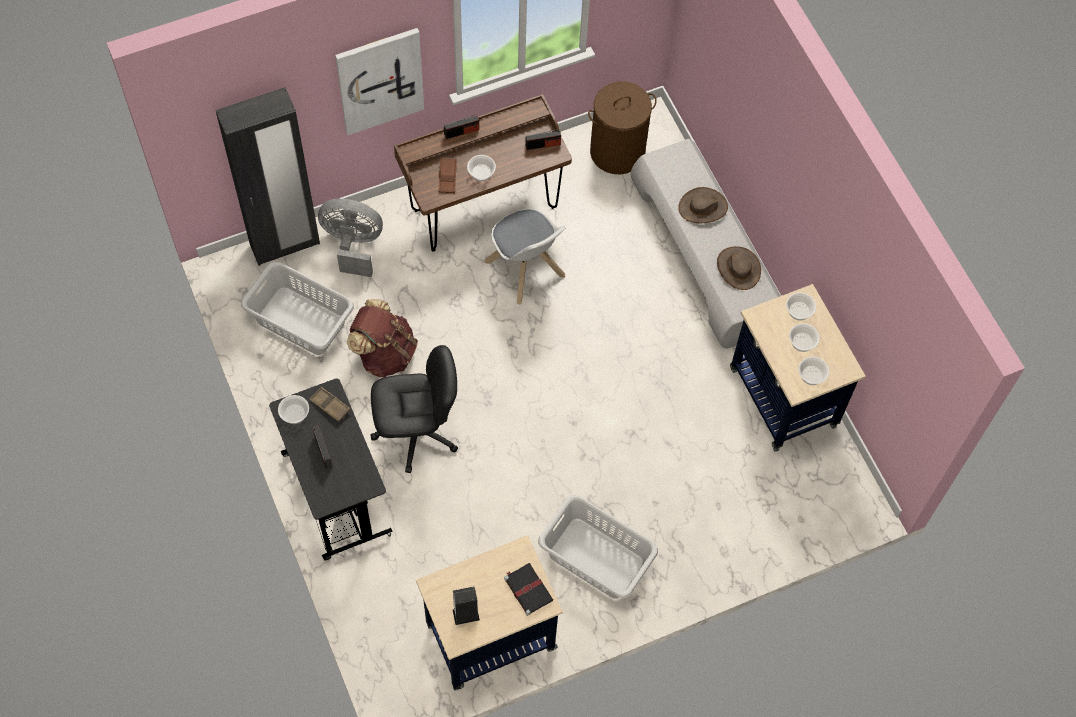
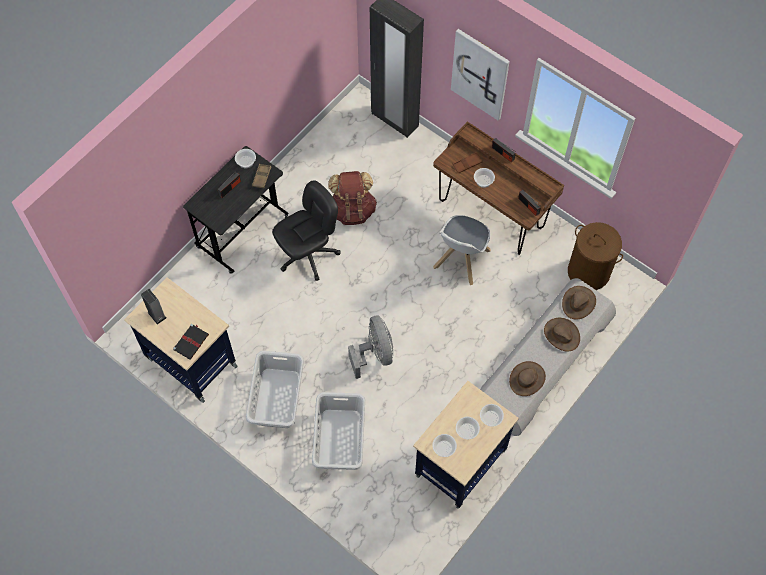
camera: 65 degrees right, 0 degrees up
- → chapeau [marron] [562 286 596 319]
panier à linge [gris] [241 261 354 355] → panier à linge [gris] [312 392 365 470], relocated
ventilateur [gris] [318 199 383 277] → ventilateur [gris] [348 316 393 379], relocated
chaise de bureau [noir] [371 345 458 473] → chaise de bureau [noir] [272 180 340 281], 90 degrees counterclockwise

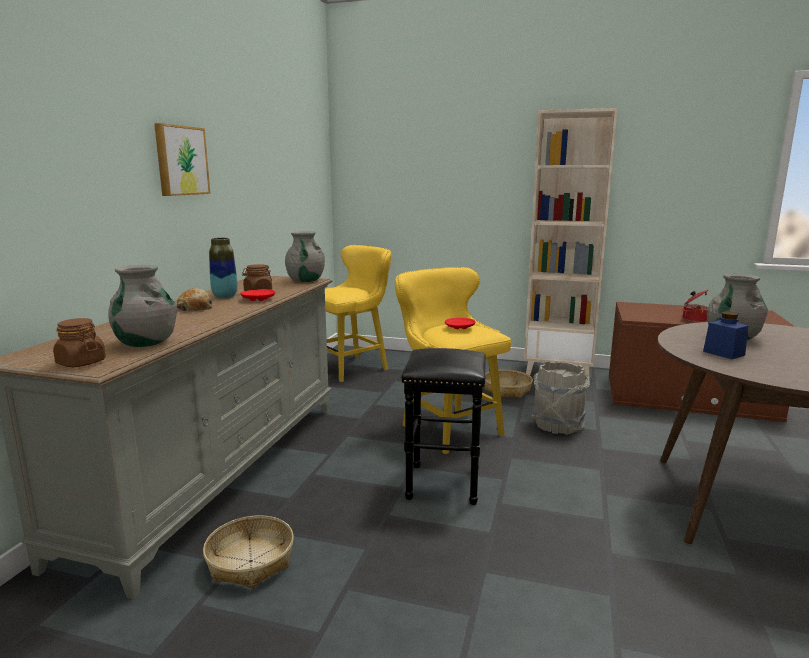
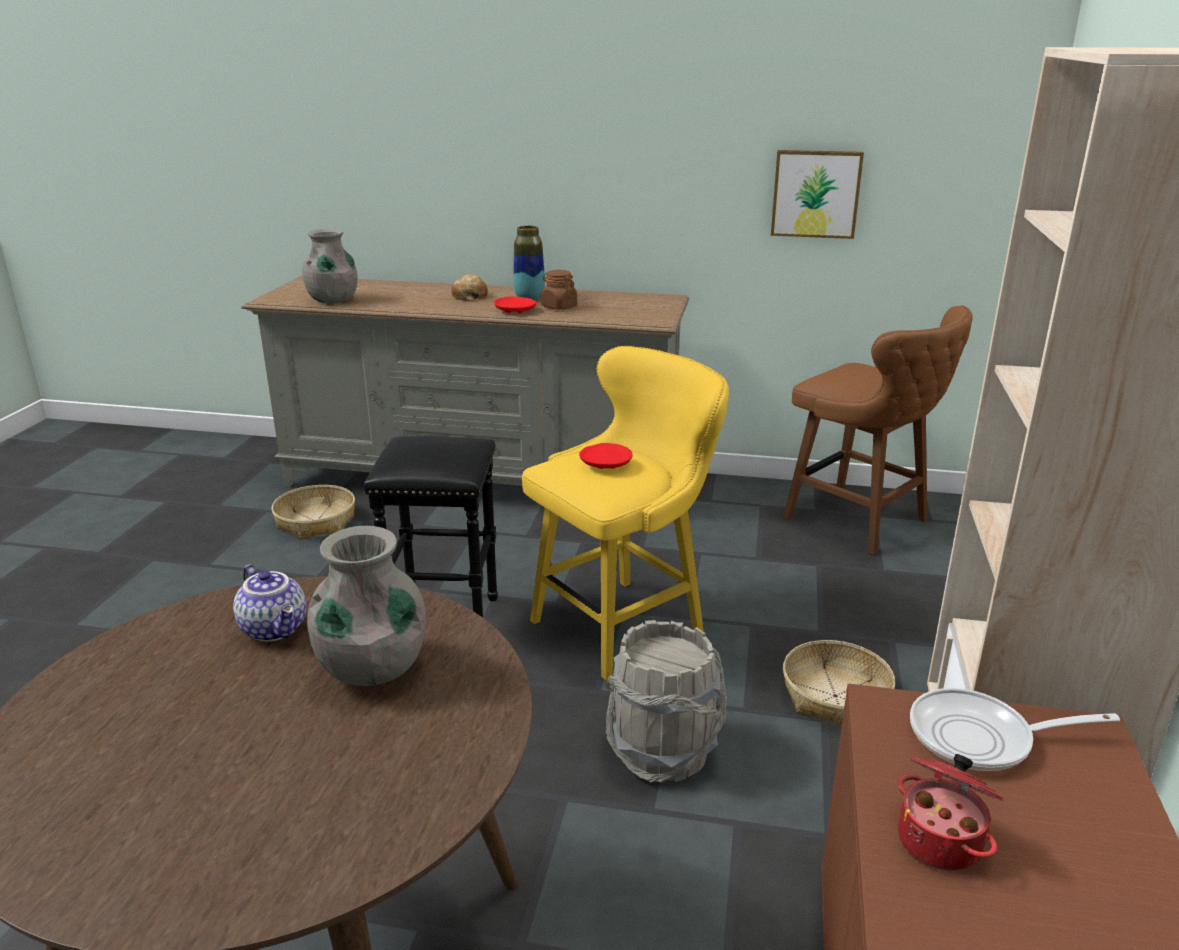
camera: 85 degrees right, 10 degrees up
bocal [marron] [53 318 106 367] → -
vase [gris] [285 231 325 282] → -
- → poêle [910 688 1120 771]
tableau [154 123 210 196] → tableau [771 150 864 239], relocated
bocal [bleu] [703 312 748 359] → théière [233 564 306 642]
tabouret [jaune] [325 245 392 382] → tabouret [marron] [783 306 973 555]

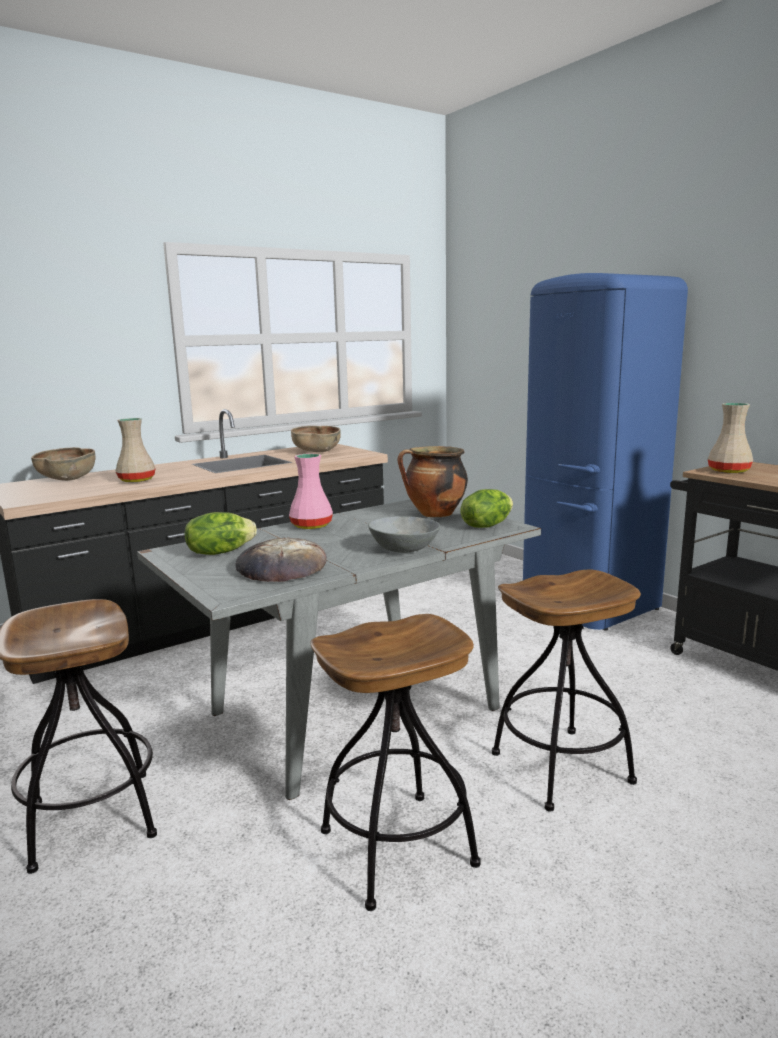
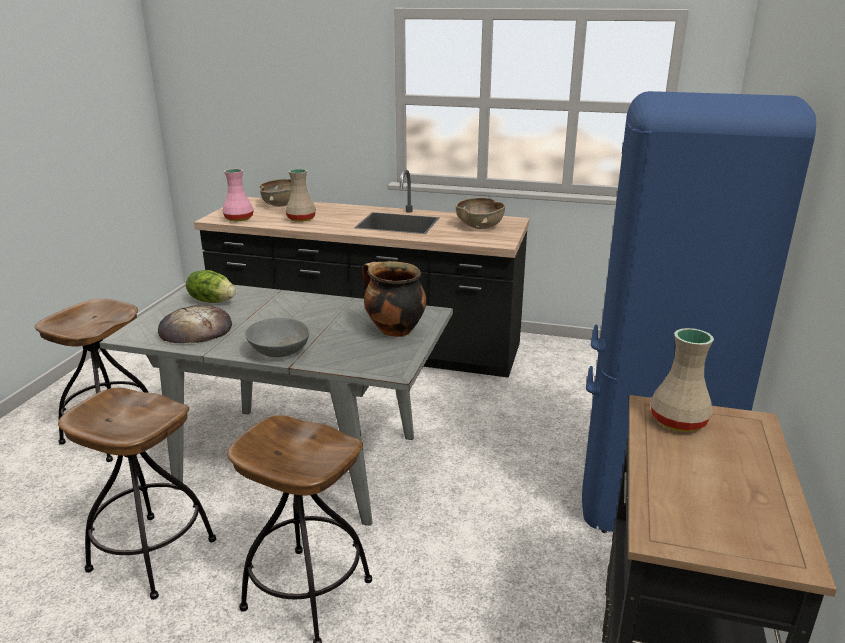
camera: 50 degrees right, 10 degrees up
laitue [460 489 513 528] → -
vase [rose] [289 453 333 529] → vase [rose] [222 169 254 221], relocated

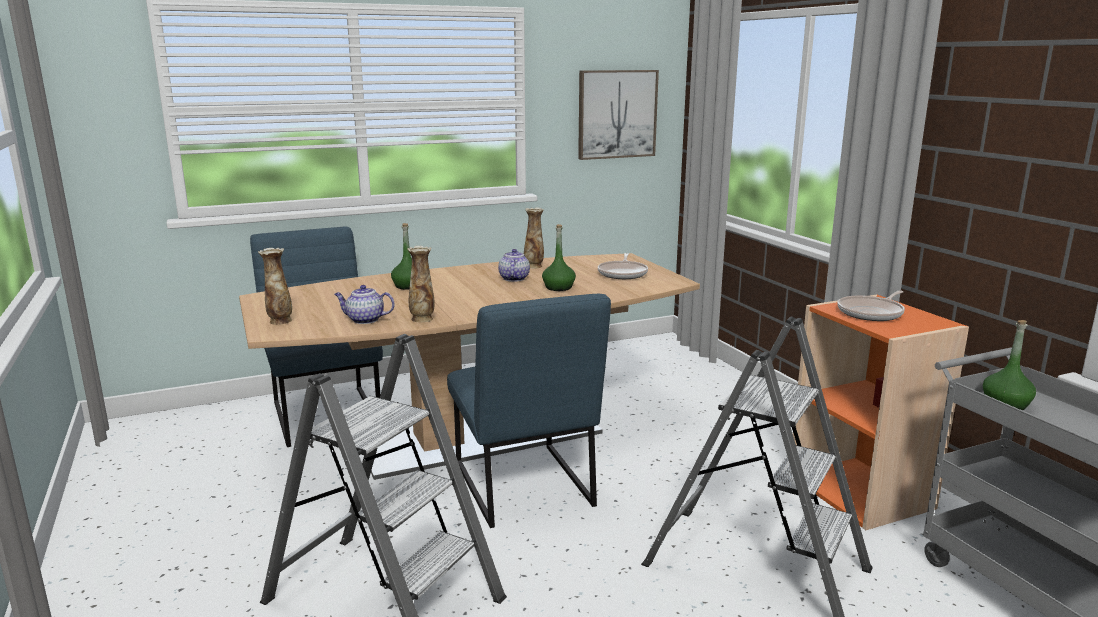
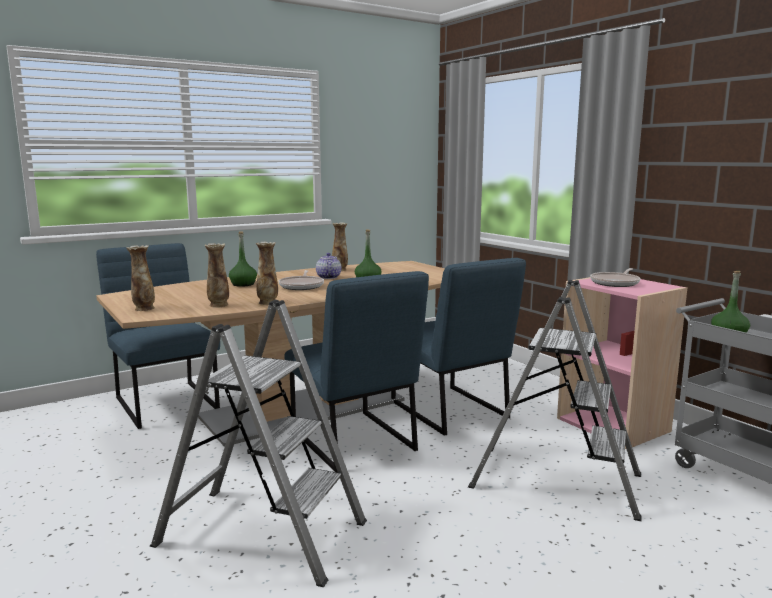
camera: 10 degrees left, 5 degrees down
tableau [578 70 659 160] → -
- → chaise [bleu] [391 258 526 436]
poêle [598 253 648 279] → poêle [278 270 324 290], relocated
théière [334 285 395 324] → vase [204 243 229 308]
bibliothèque [orange] [793 295 969 530] → bibliothèque [rose] [557 277 687 449]

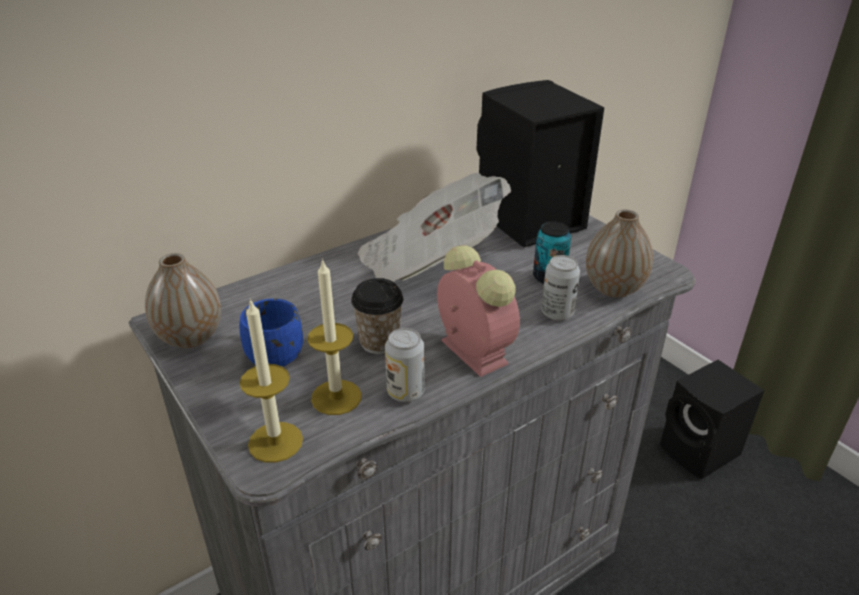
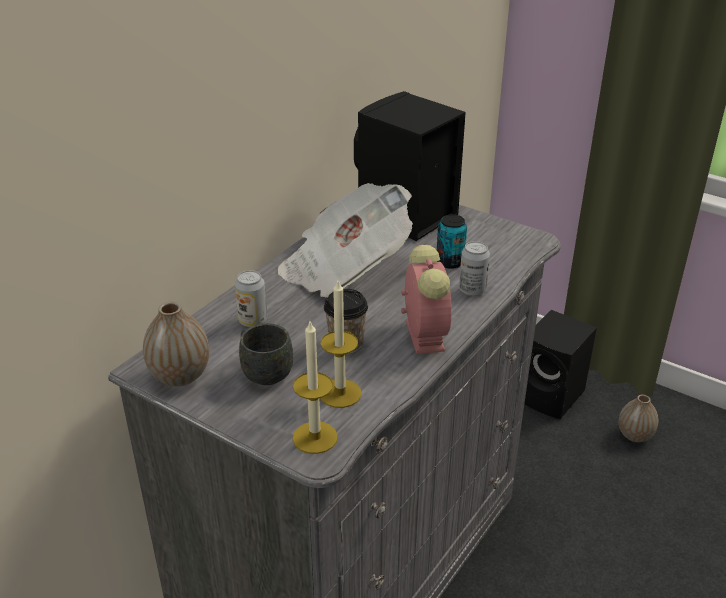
camera: 20 degrees left, 0 degrees up
boîte métallique [385 328 425 402] → boîte métallique [235 270 267 327], relocated
vase [586 210 653 298] → vase [619 394 658 442], relocated
mug [bleu] [239 298 303 367] → mug [gris] [239 323 293 385]
réveil [437 245 520 377] → réveil [401 245 452 354], 45 degrees clockwise

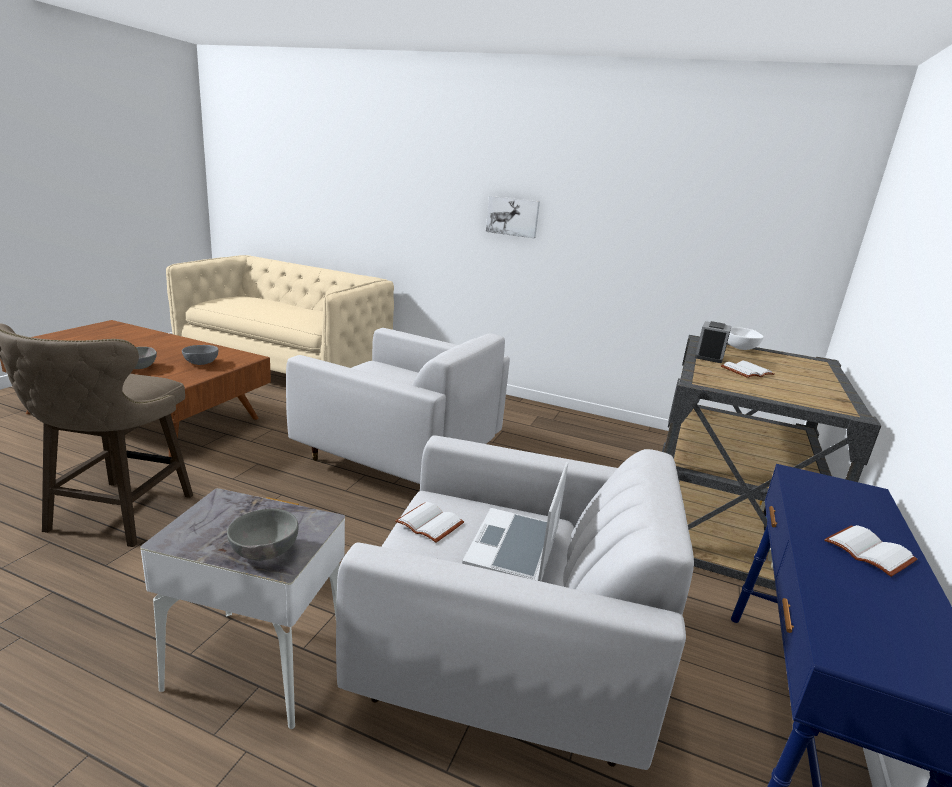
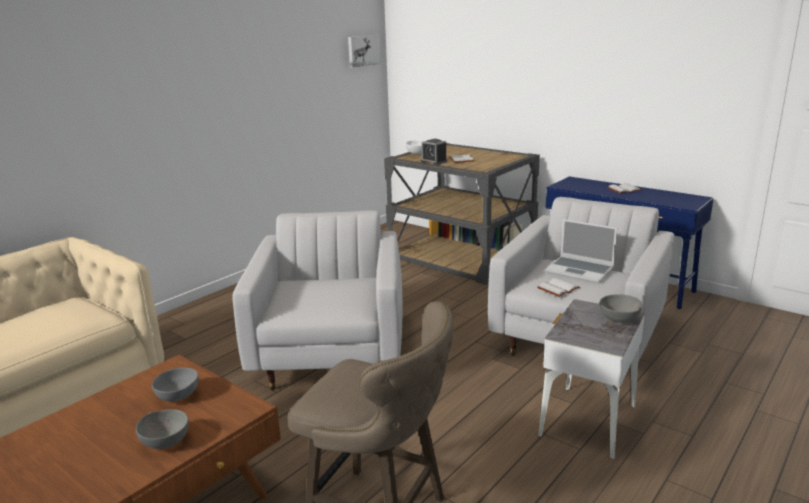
camera: 70 degrees left, 0 degrees up
tableau [486 196 540 238] → tableau [348 35 381 68], relocated
fauteuil [blanc] [286 328 510 484] → fauteuil [blanc] [232 211 402 390], 45 degrees counterclockwise

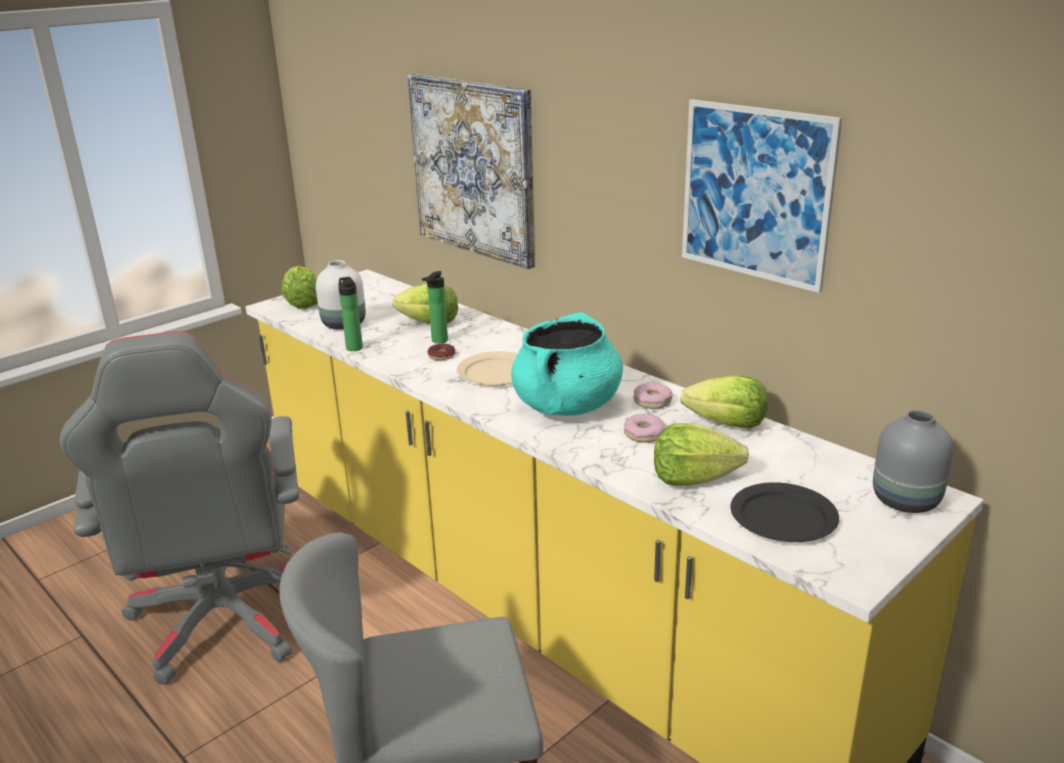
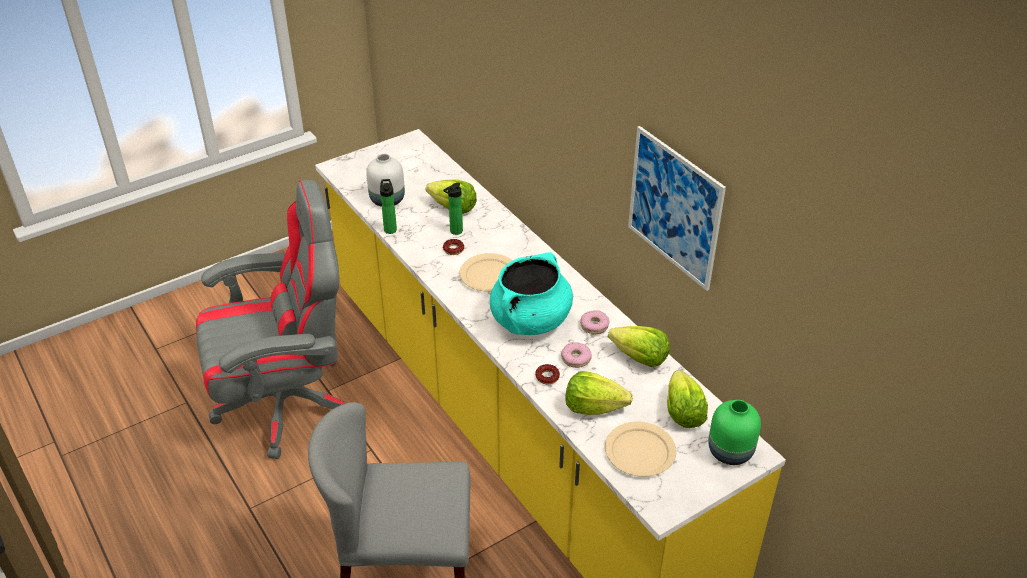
camera: 10 degrees right, 15 degrees up
tableau [408 74 535 269] → -
- → beignet [535 364 560 384]
laitue [282 266 318 309] → laitue [667 370 708 428], relocated
assiette [noir] [730 482 839 542] → assiette [beige] [605 422 676 477]
vase [gris] [873 410 953 513] → vase [vert] [708 400 761 465]
chaise de bureau [gris] [60 331 300 685] → chaise de bureau [gris] [196 180 345 459], 105 degrees counterclockwise

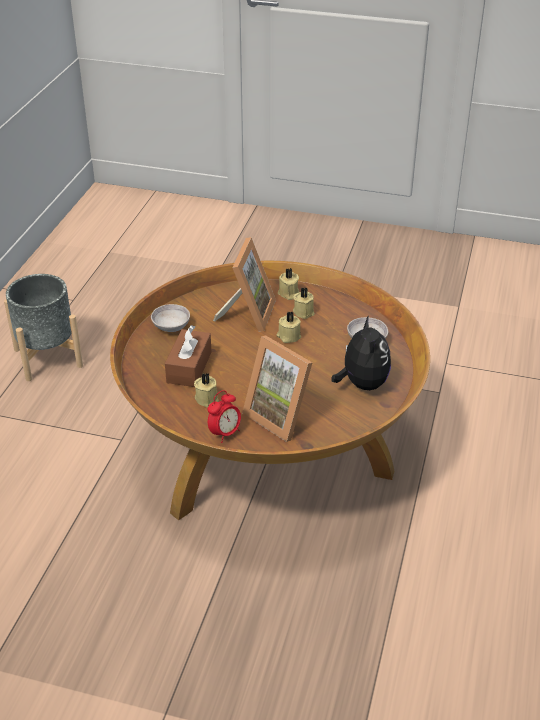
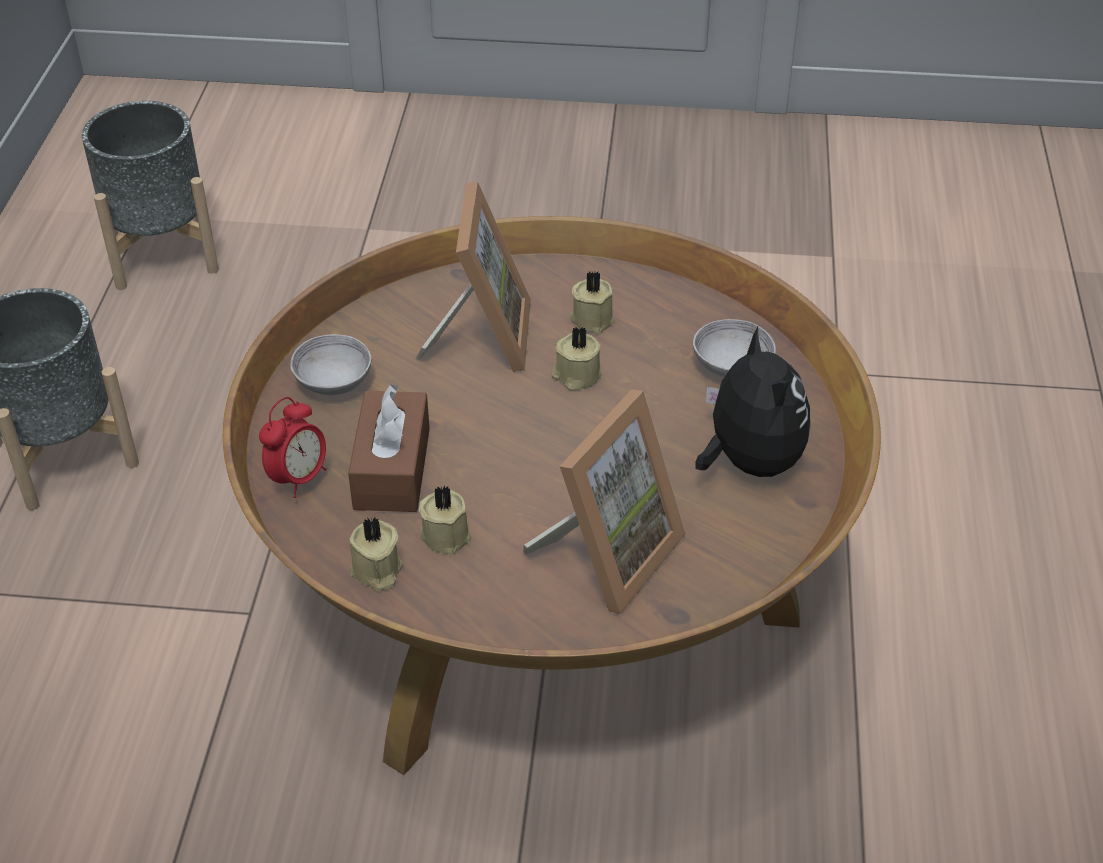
camera: 10 degrees left, 5 degrees up
- → cache-pot [gris] [82 101 219 290]
réveil [207 390 241 443] → réveil [259 397 327 498], relocated
bougie [beige] [278 268 299 300] → bougie [beige] [349 517 403 591], relocated
cadre photo [242 335 312 442] → cadre photo [523 389 686 614], 90 degrees counterclockwise

